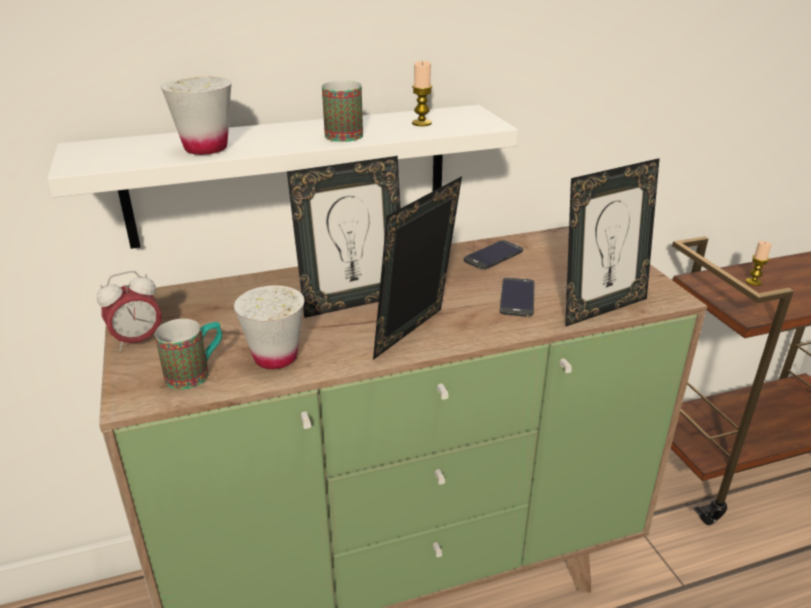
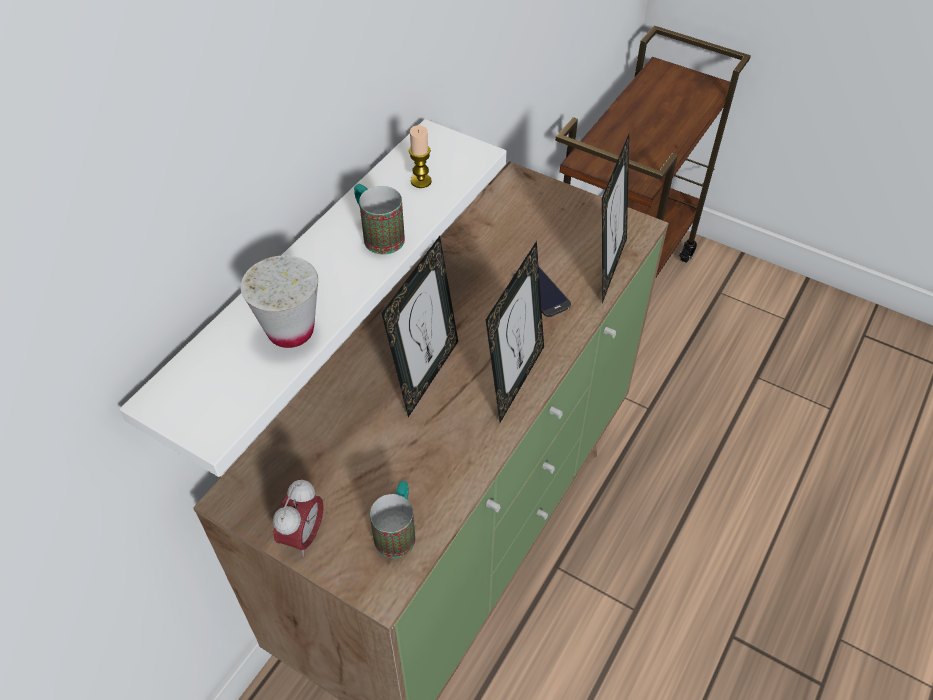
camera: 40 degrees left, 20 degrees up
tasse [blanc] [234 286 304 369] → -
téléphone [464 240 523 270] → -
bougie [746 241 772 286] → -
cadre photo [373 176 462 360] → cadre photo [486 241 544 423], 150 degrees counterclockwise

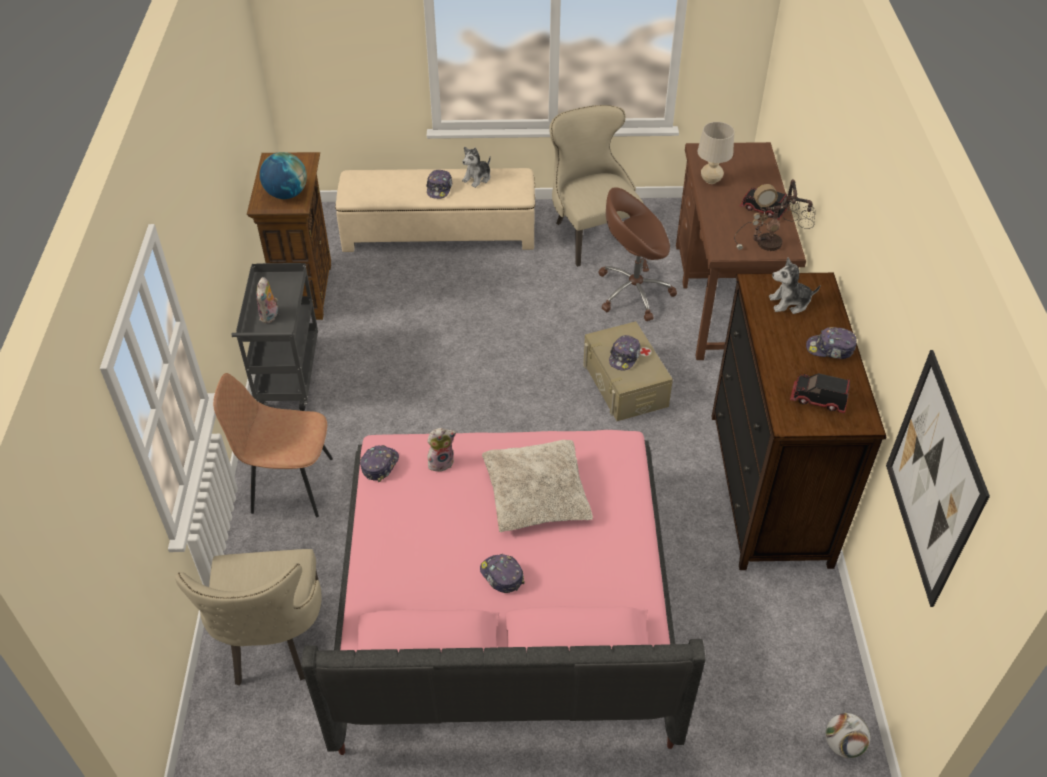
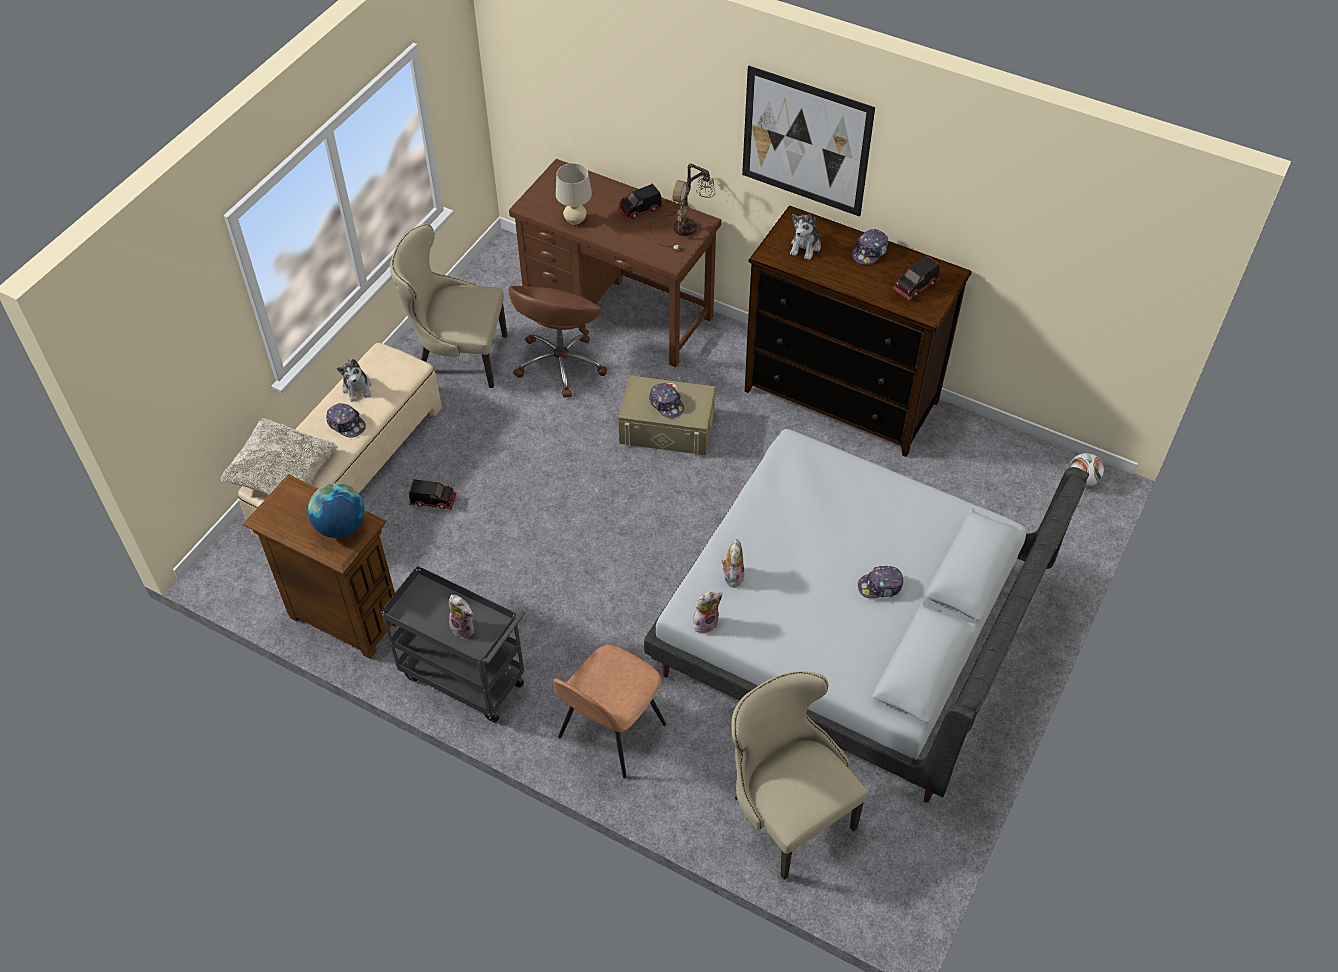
camera: 60 degrees left, 5 degrees up
- → camion jouet [409 479 457 510]
coussin [beige] [482 440 593 533] → coussin [beige] [221 418 338 495], relocated
tableau [886 350 990 607] → tableau [742 66 875 217], relocated
casquette [360 445 399 482] → peluche [693 592 723 633]
lit [rose] [301 430 705 755] → lit [gris] [644 429 1089 803]
chaise [beige] [175 549 322 686] → chaise [beige] [731 671 867 880], 150 degrees counterclockwise

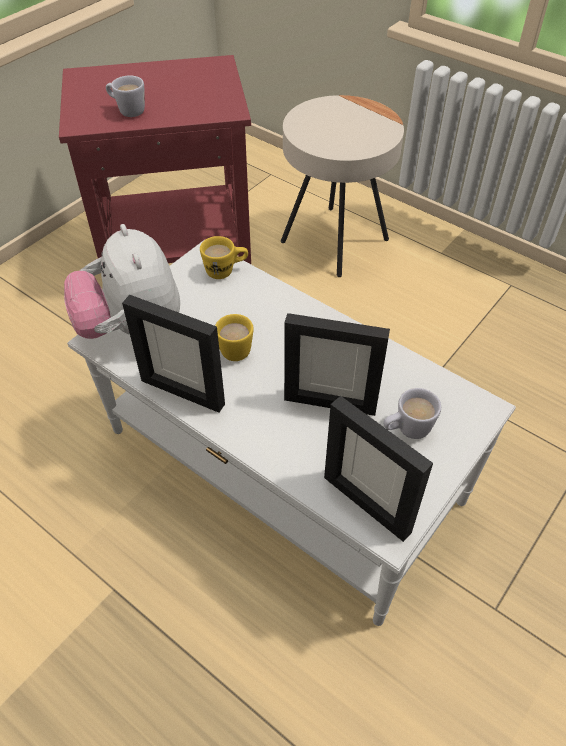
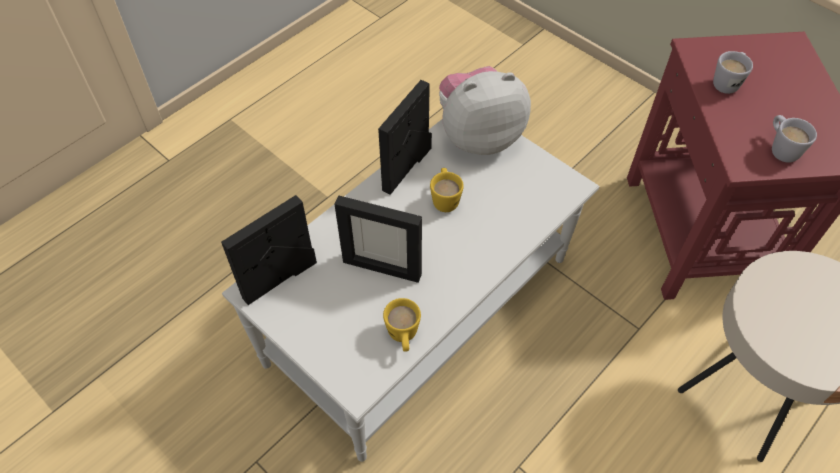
camera: 95 degrees right, 5 degrees up
mug [jaune] [200 236 248 279] → mug [jaune] [383 298 421 352], relocated
mug [blanc] [383 388 441 439] → mug [blanc] [772 115 817 163], relocated
cadre photo [284 313 390 416] → cadre photo [334 195 422 283], 90 degrees counterclockwise

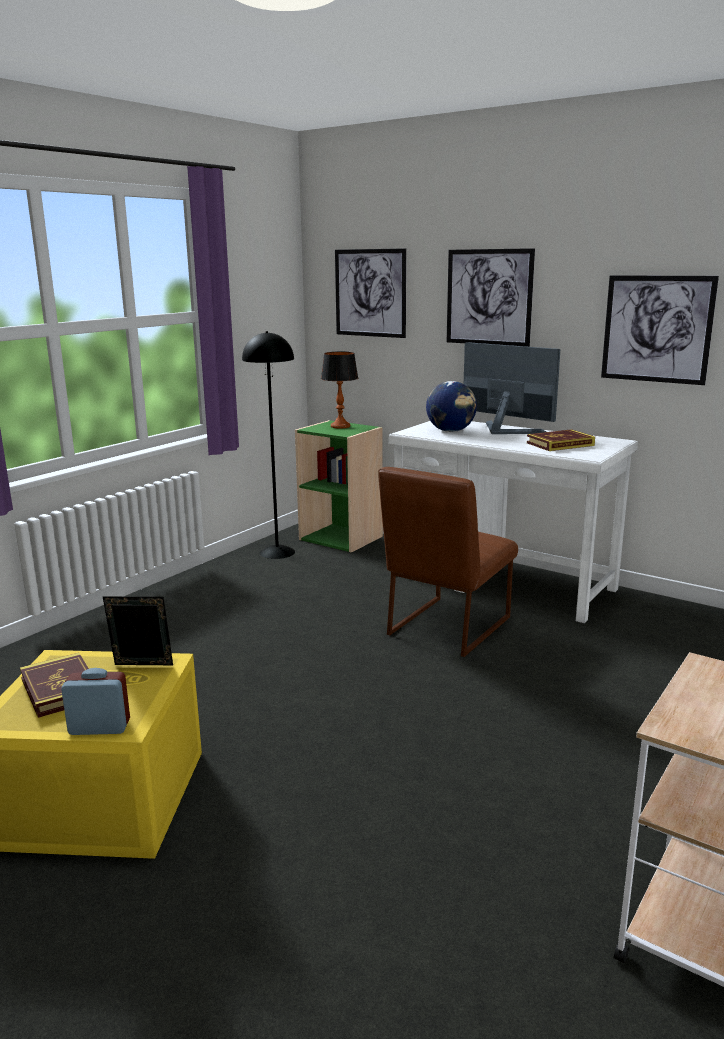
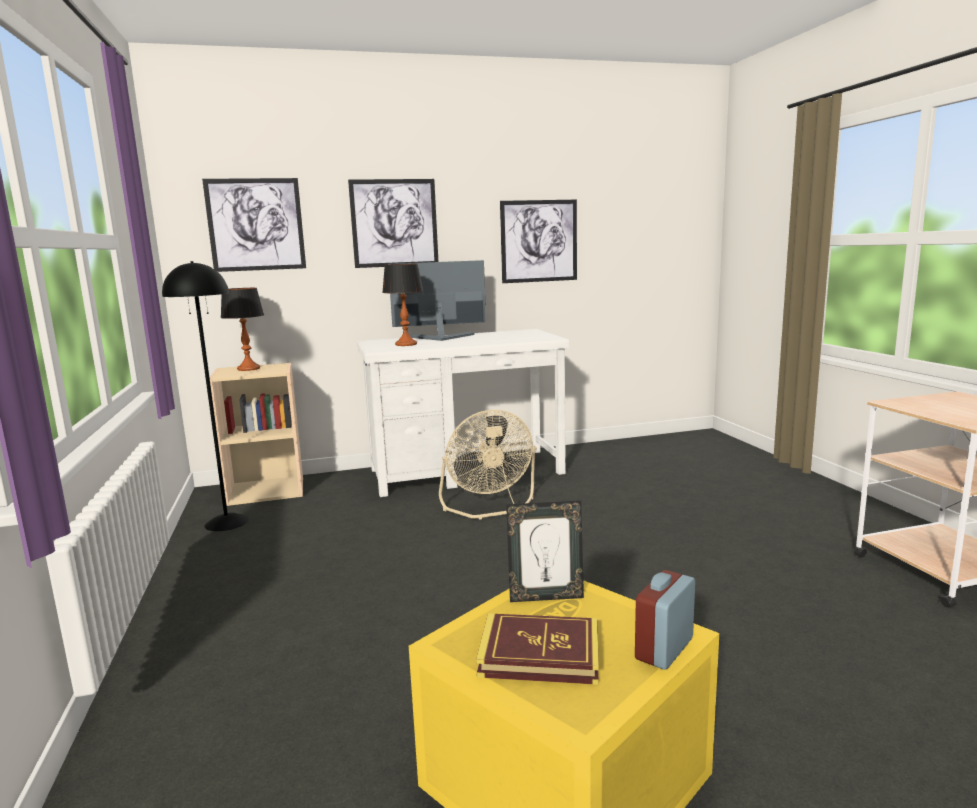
camera: 50 degrees left, 5 degrees down
livre [527 429 595 451] → -
chaise [marron] [378 467 518 657] → ventilateur [beige] [439 410 537 520]
globe [426 381 477 432] → lampe de table [382 264 423 346]
bibliothèque [vert] [295 420 383 552] → bibliothèque [beige] [209 363 303 506]
cadre photo [103 596 173 665] → cadre photo [506 501 584 602], 135 degrees counterclockwise

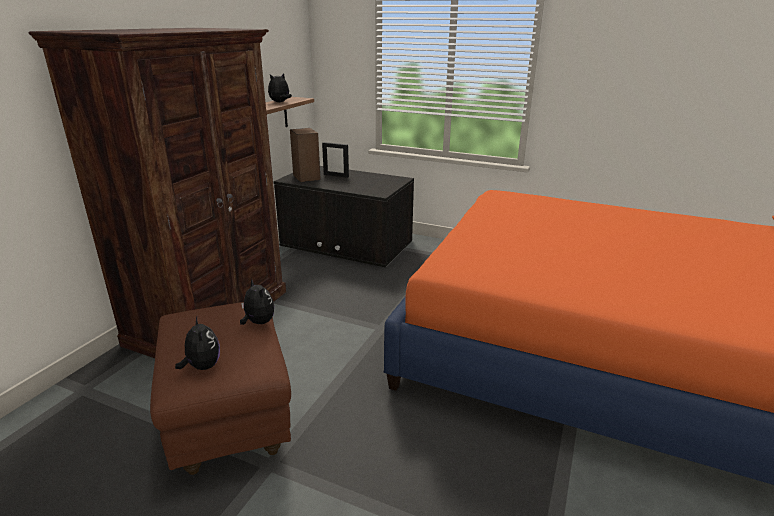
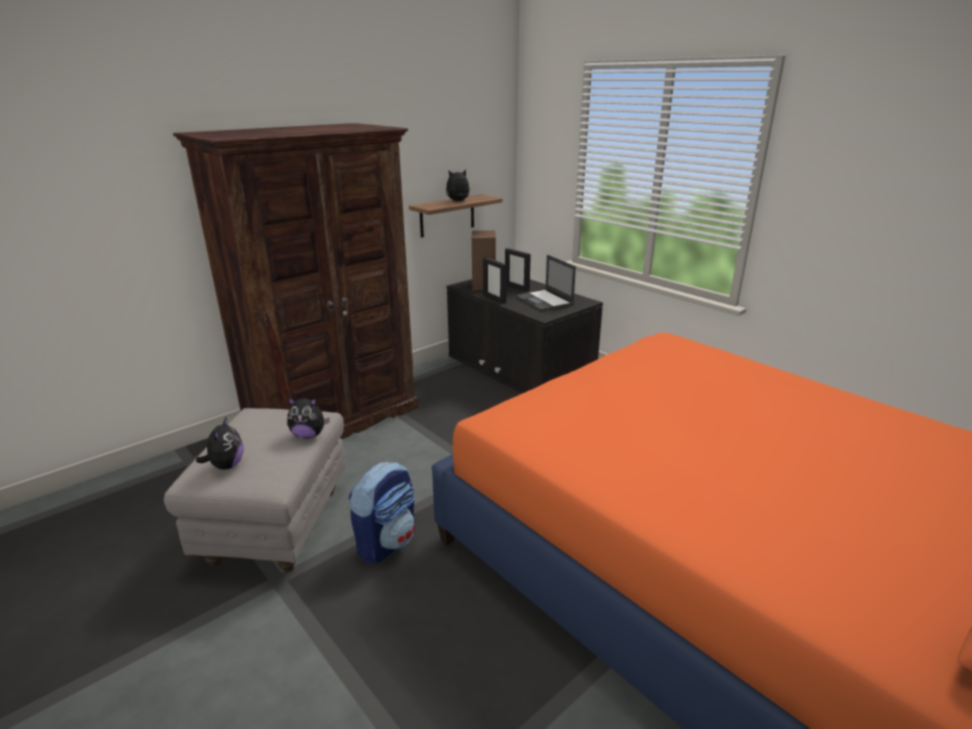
camera: 25 degrees right, 0 degrees up
- → sac à dos [349 462 415 564]
- → cadre photo [483 257 507 304]
- → ordinateur portable [515 255 576 312]
pouf [marron] [150 302 291 475] → pouf [gris] [164 408 346 572]
peluche [240 279 274 325] → peluche [287 397 330 439], 105 degrees clockwise

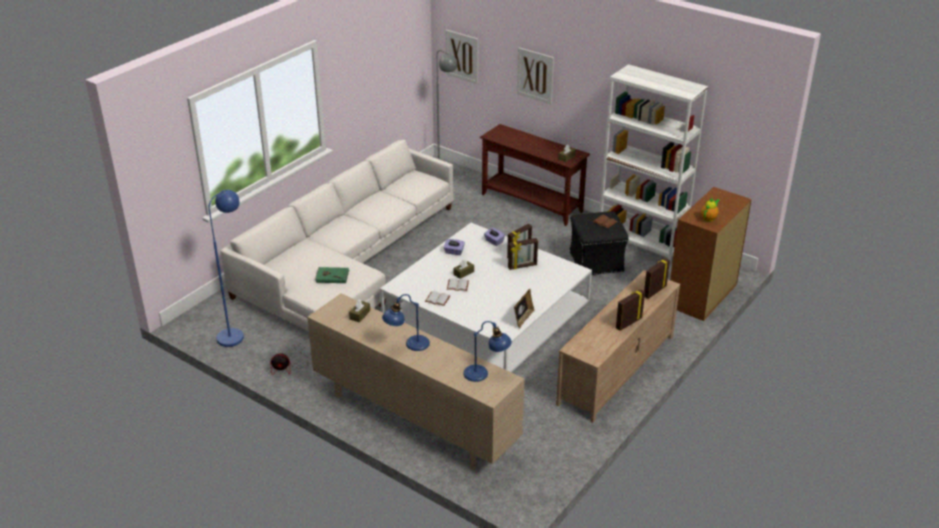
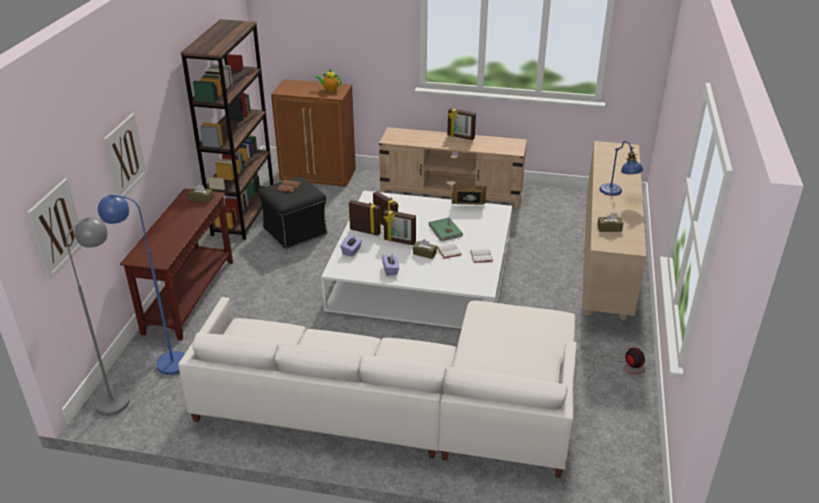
camera: 115 degrees left, 0 degrees up
lampe de table [bleu] [463 321 512 382] → -
lampadaire [bleu] [209 189 244 347] → lampadaire [bleu] [98 195 185 375], relocated
livre [vert] [315 267 349 283] → livre [vert] [429 218 463 241], relocated
cadre photo [644 258 670 299] → cadre photo [383 210 416 245], relocated
bibliothèque [blanc] [600 64 708 262] → bibliothèque [marron] [181 19 274 240]

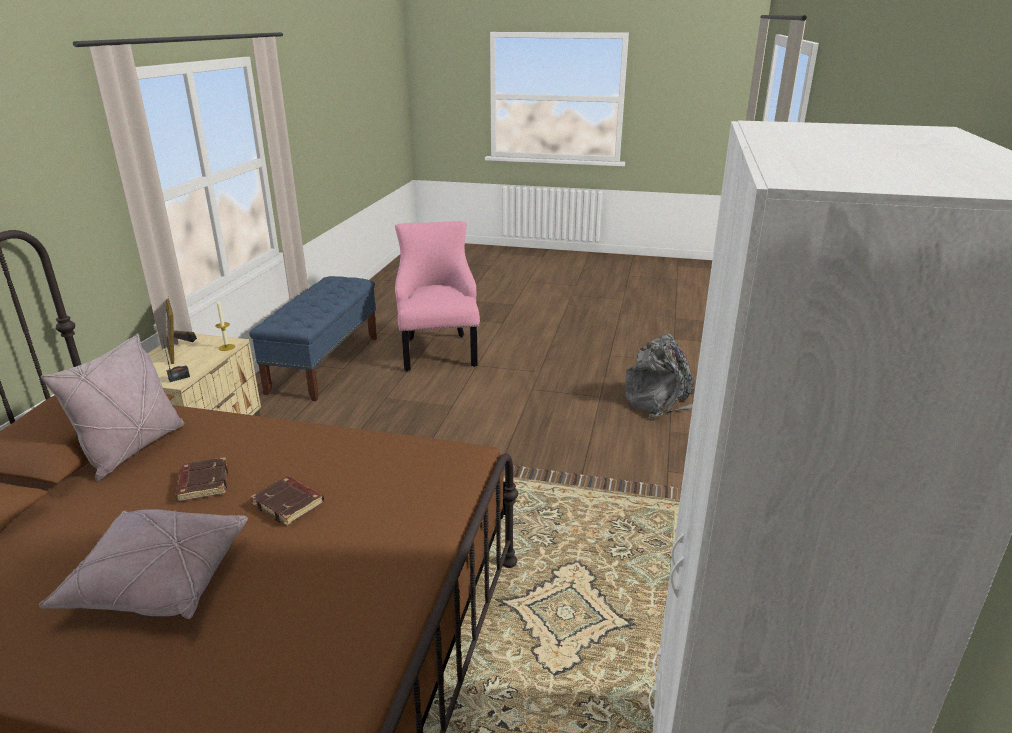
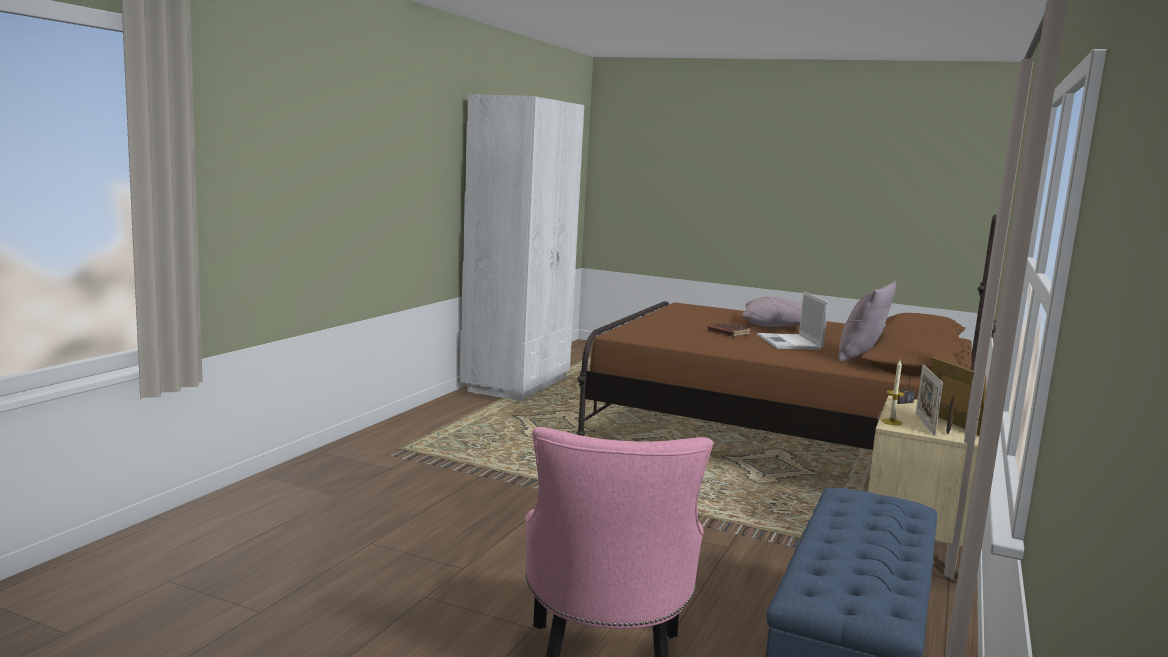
camera: 170 degrees left, 15 degrees down
sac à dos [gris] [625 333 695 419] → -
- → cadre photo [916 364 943 436]
livre [marron] [175 457 228 502] → ordinateur portable [757 292 829 350]

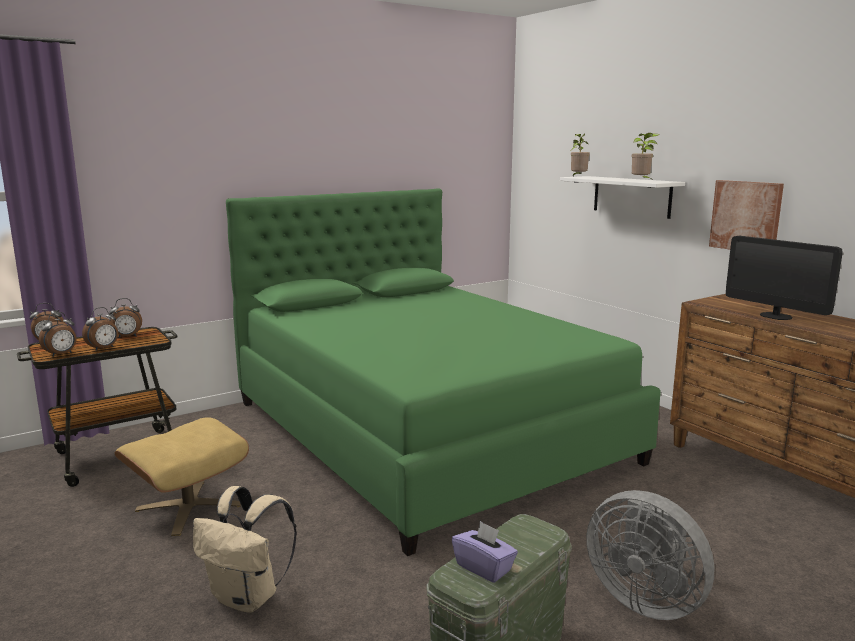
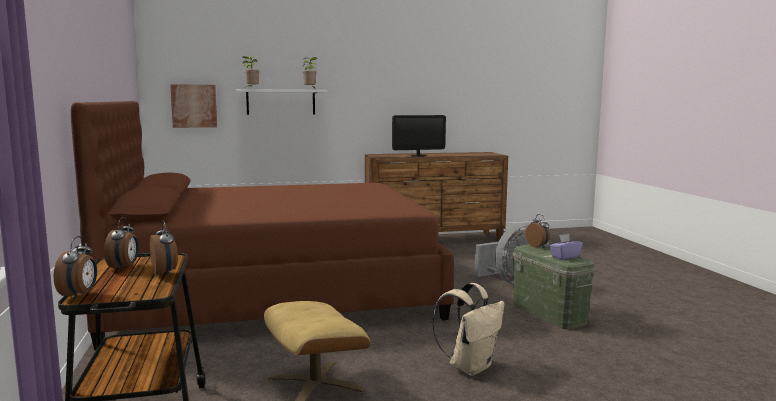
camera: 70 degrees left, 5 degrees down
réveil [39 312 77 357] → réveil [526 214 550 248], relocated
tableau [709 180 784 250] → tableau [170 84 217 128], relocated
lit [vert] [226 189 661 556] → lit [marron] [71 101 454 350]

